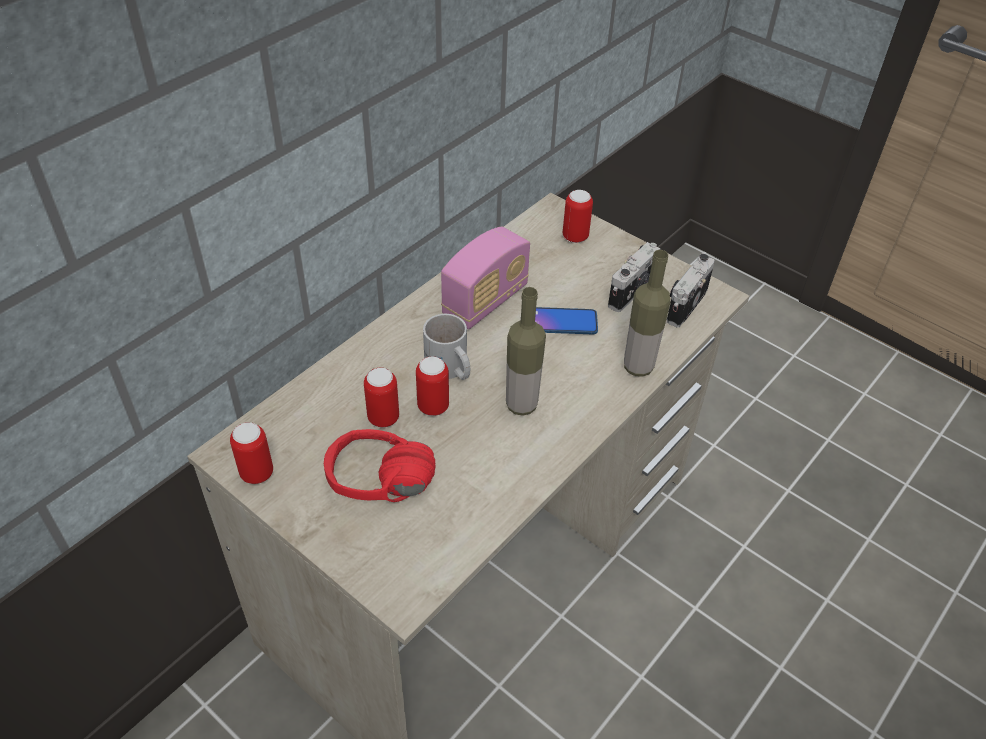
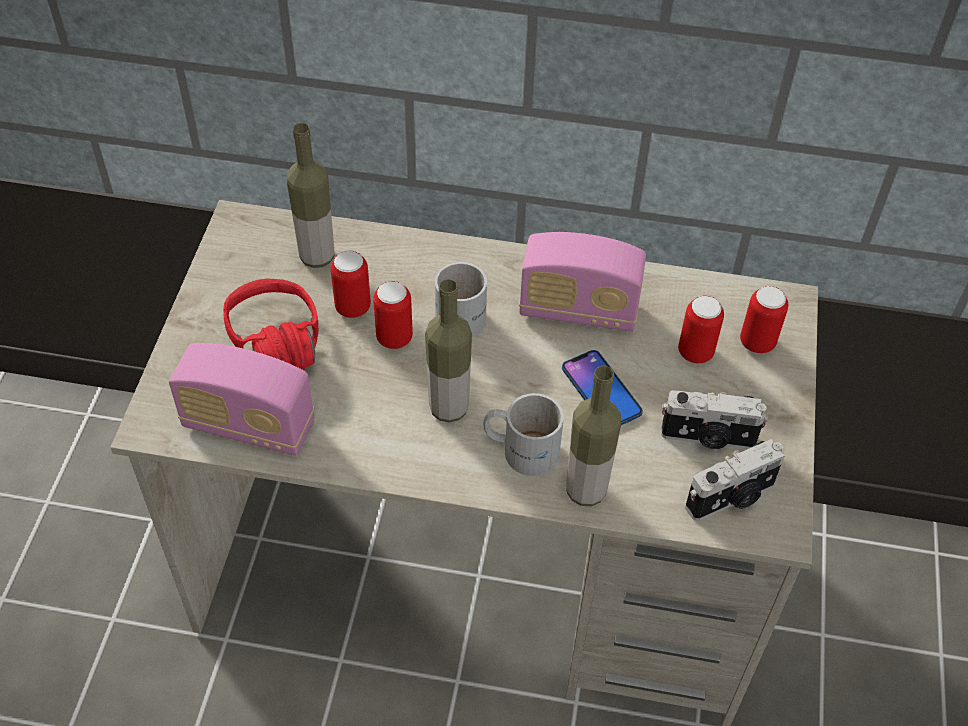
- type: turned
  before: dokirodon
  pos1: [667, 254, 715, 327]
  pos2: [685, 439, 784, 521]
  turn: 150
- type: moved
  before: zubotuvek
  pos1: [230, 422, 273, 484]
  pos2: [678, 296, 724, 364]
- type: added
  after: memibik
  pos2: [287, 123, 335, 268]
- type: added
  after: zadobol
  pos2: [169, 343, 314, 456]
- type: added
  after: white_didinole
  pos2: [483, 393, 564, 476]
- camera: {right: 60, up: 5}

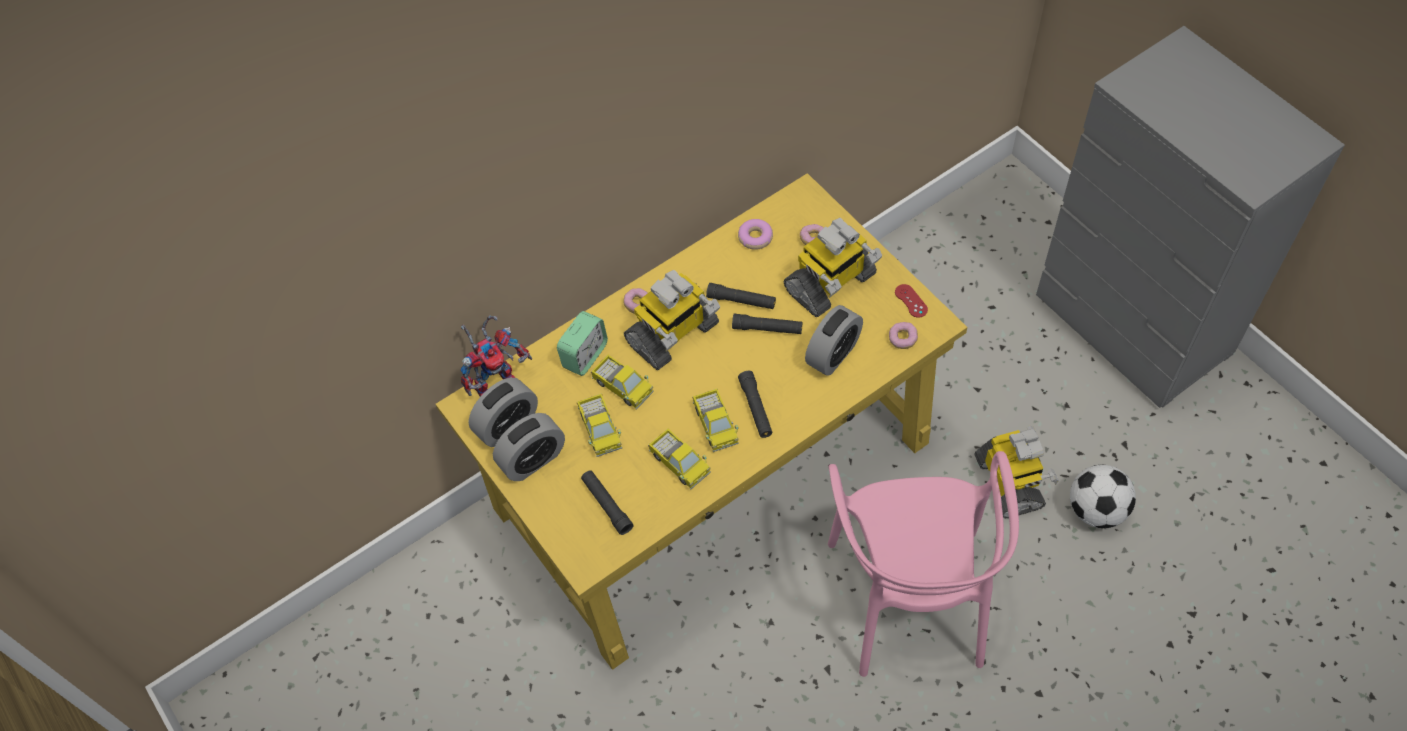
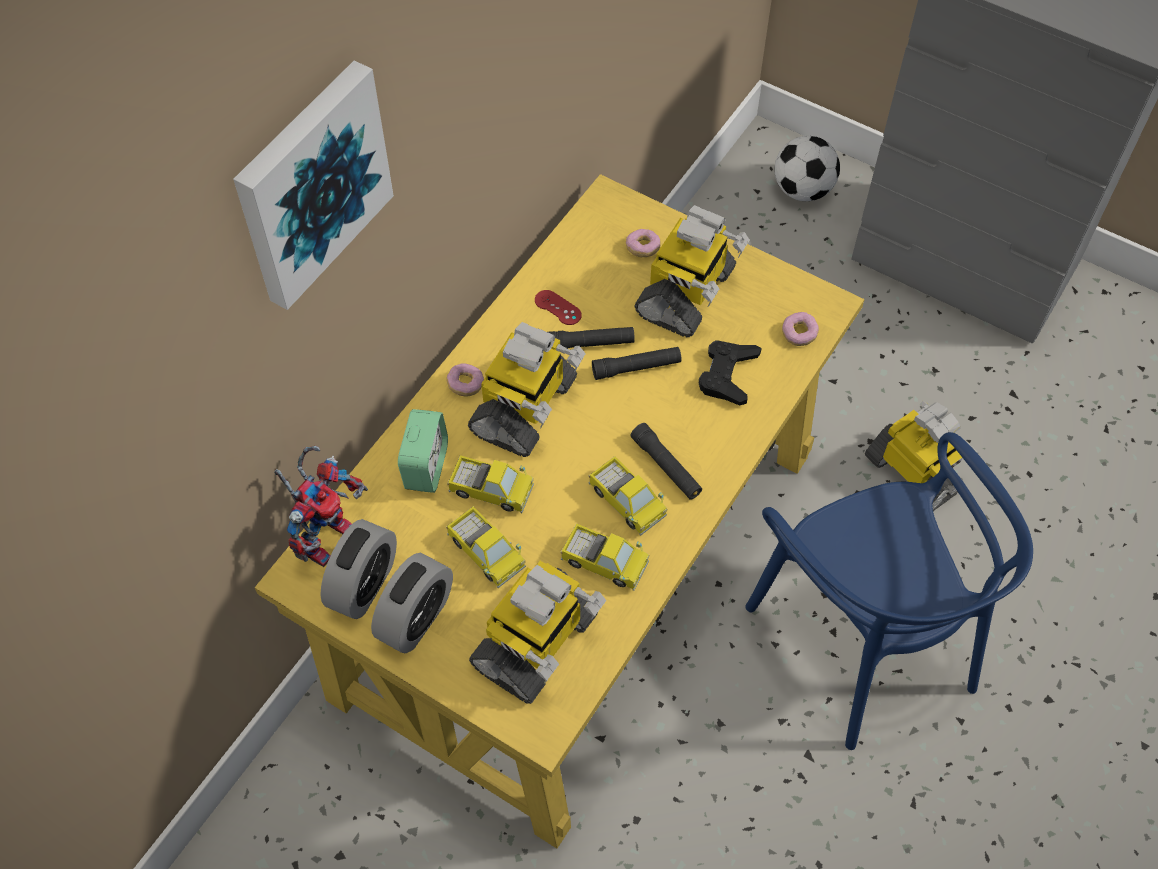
- type: removed
  before: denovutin
  pos1: [738, 219, 773, 250]
- type: moved
  before: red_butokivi
  pos1: [895, 284, 928, 318]
  pos2: [535, 290, 582, 325]
- type: replaced
  before: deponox
  after: black_butokivi
  pos1: [805, 305, 863, 376]
  pos2: [698, 340, 762, 406]
- type: recoloured
  before: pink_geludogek
  after: blue_geludogek
  pos1: [828, 451, 1019, 677]
  pos2: [745, 432, 1033, 750]
- type: moved
  before: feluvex
  pos1: [1070, 465, 1136, 528]
  pos2: [775, 136, 840, 201]
- type: replaced
  before: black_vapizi
  after: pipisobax
  pos1: [581, 470, 634, 535]
  pos2: [469, 561, 606, 704]
- type: added
  after: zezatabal
  pos2: [233, 60, 394, 310]
- camera: {right: -25, up: 0}

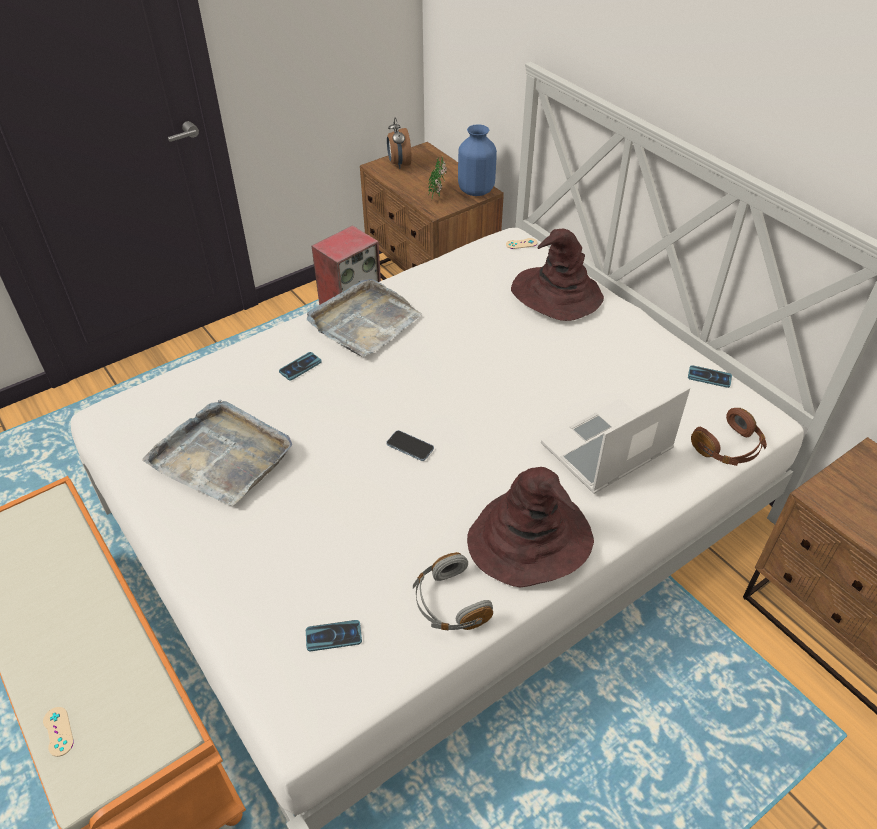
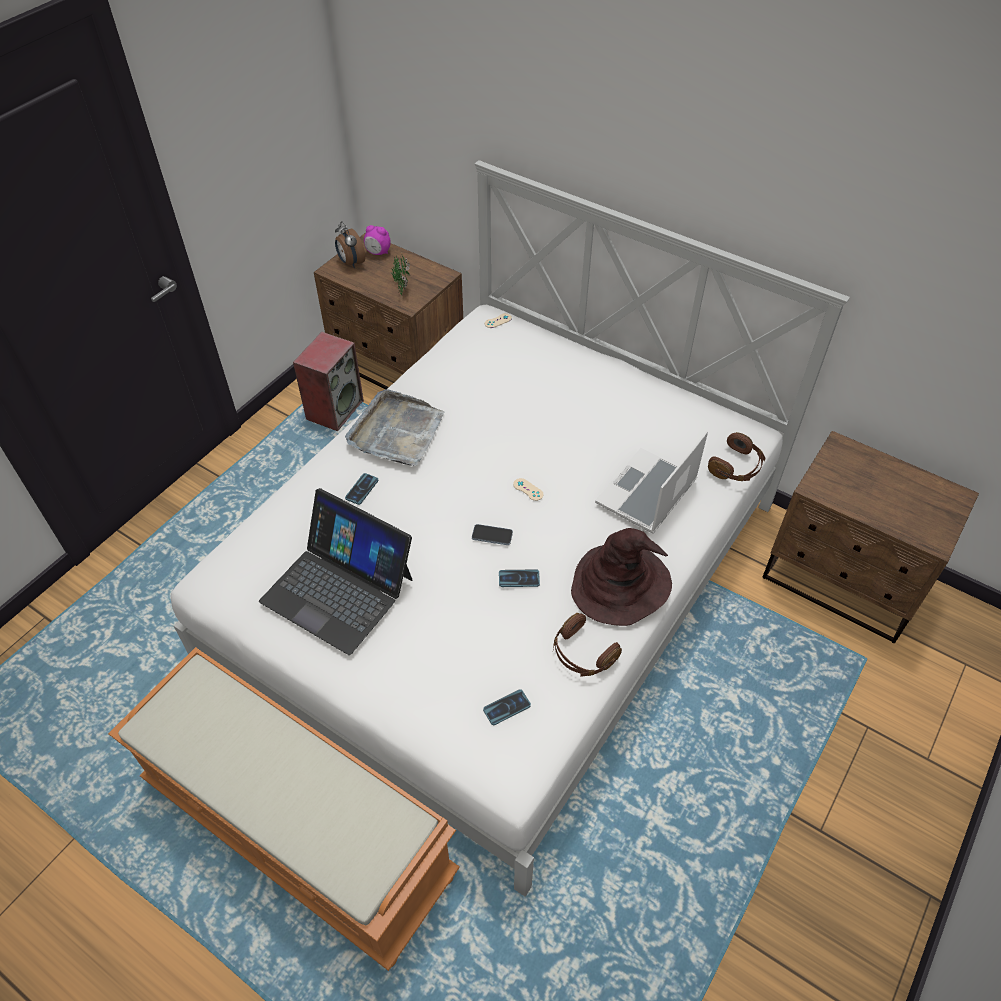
- type: removed
  before: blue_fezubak
  pos1: [458, 124, 497, 196]
- type: removed
  before: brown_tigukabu
  pos1: [511, 229, 604, 321]
- type: moved
  before: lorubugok
  pos1: [688, 365, 732, 388]
  pos2: [499, 569, 540, 587]
- type: replaced
  before: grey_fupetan
  after: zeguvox
  pos1: [142, 399, 292, 506]
  pos2: [259, 488, 413, 655]
- type: recoloured
  before: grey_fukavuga
  after: brown_fukavuga
  pos1: [413, 552, 493, 631]
  pos2: [553, 613, 622, 677]
- type: moved
  before: beige_butokivi
  pos1: [43, 707, 74, 757]
  pos2: [513, 478, 543, 501]
- type: added
  after: deponox
  pos2: [364, 225, 391, 255]
- camera: {right: -20, up: 5}

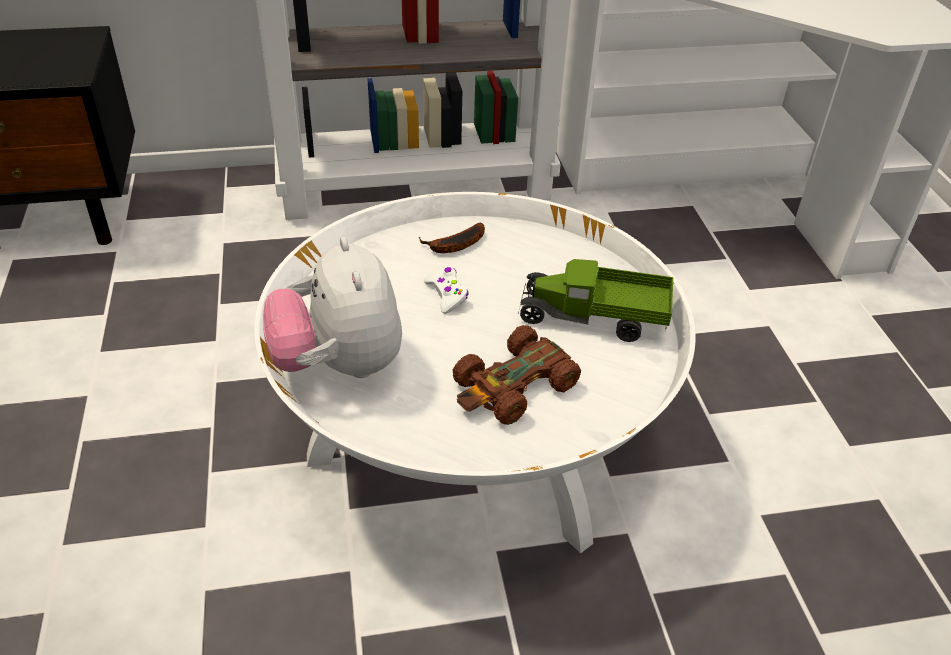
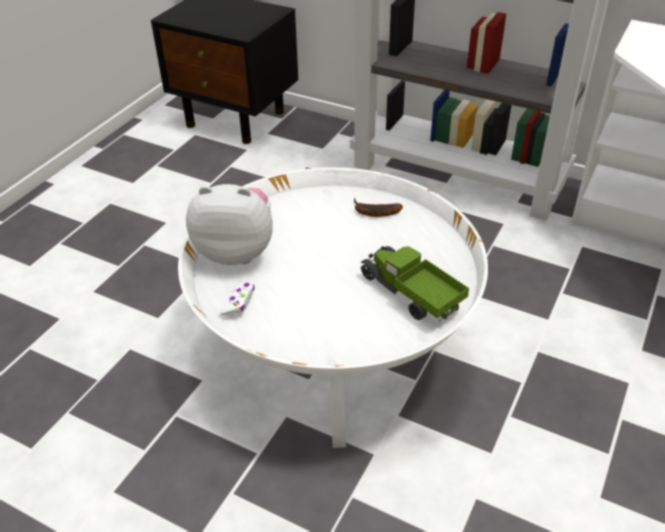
- type: turned
  before: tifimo
  pos1: [263, 237, 402, 378]
  pos2: [186, 184, 273, 265]
  turn: 75
- type: moved
  before: white_butokivi
  pos1: [424, 267, 468, 314]
  pos2: [220, 282, 255, 315]
- type: removed
  before: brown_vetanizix
  pos1: [453, 325, 581, 425]
- camera: {right: 40, up: 0}

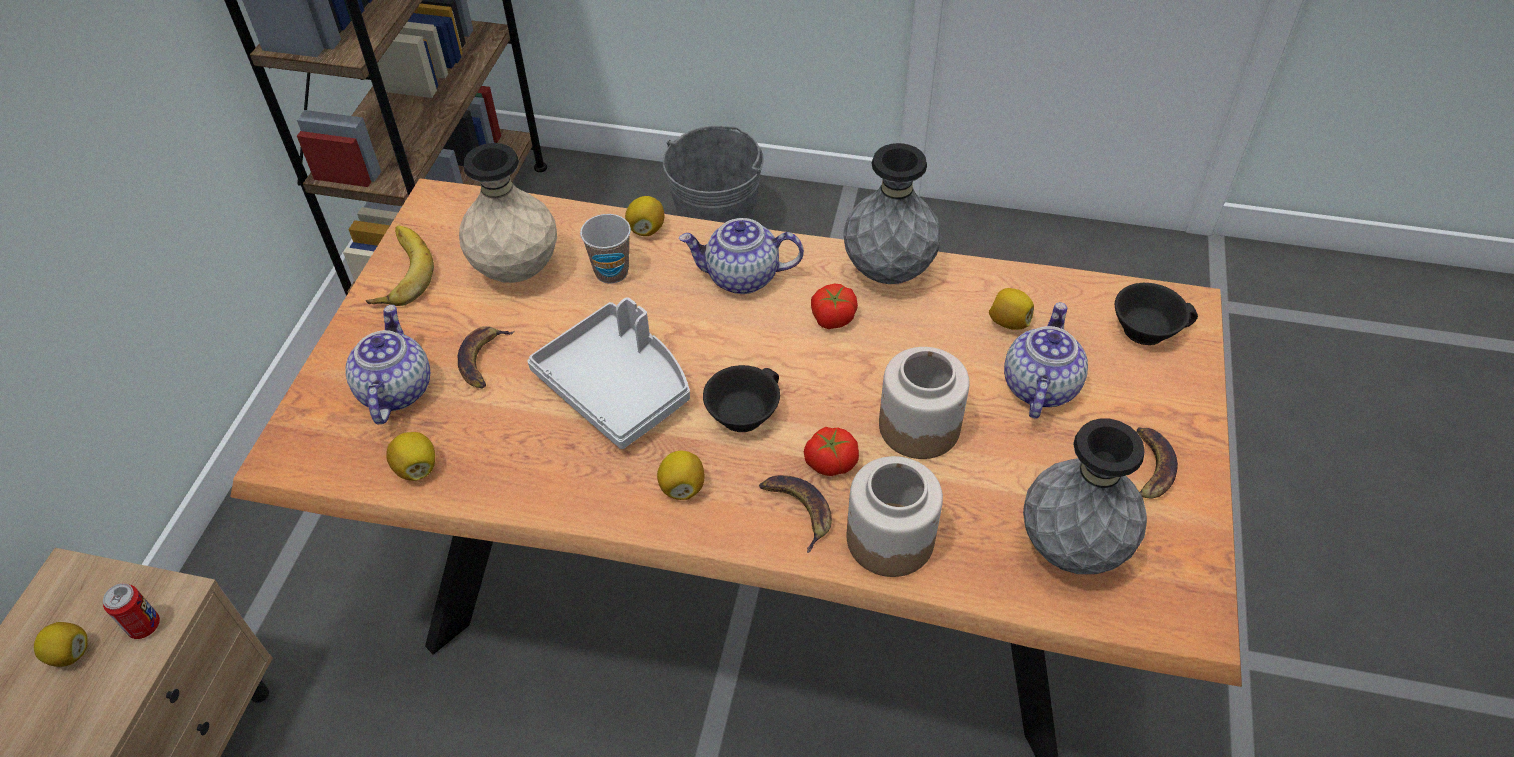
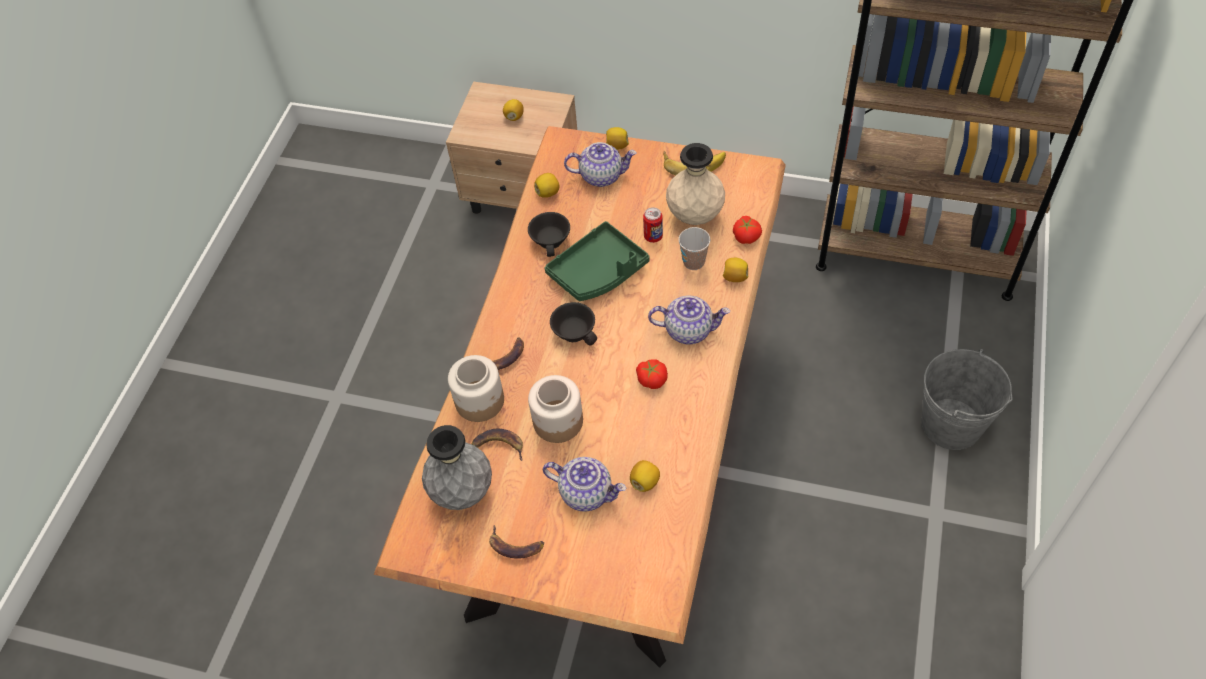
- type: removed
  before: grey_fezubak
  pos1: [843, 143, 941, 284]
- type: turned
  before: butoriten
  pos1: [679, 218, 804, 294]
  pos2: [648, 296, 730, 344]
  turn: 90
- type: moved
  before: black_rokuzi
  pos1: [1115, 283, 1198, 345]
  pos2: [528, 212, 570, 257]
- type: recoloured
  before: grey_fupetan
  after: green_fupetan
  pos1: [527, 297, 690, 449]
  pos2: [544, 221, 650, 301]
- type: moved
  before: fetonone
  pos1: [458, 326, 515, 389]
  pos2: [472, 429, 523, 461]
- type: moved
  before: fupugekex
  pos1: [804, 427, 859, 476]
  pos2: [733, 216, 762, 244]
- type: moved
  before: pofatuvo
  pos1: [657, 451, 704, 500]
  pos2: [606, 127, 629, 150]
- type: moved
  before: zubotuvek
  pos1: [103, 583, 160, 639]
  pos2: [643, 207, 663, 243]
- camera: {right: 95, up: 5}

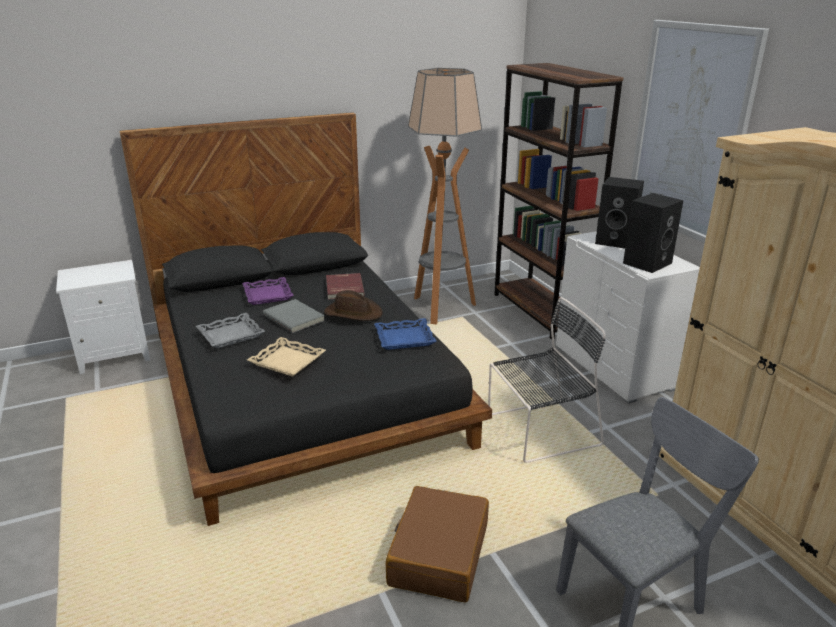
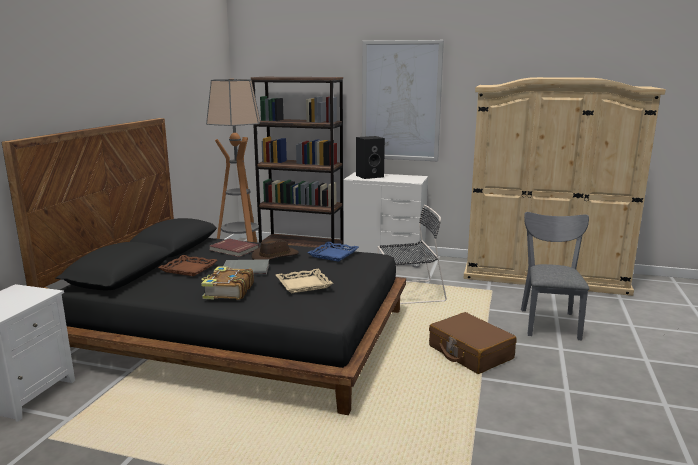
- type: removed
  before: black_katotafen
  pos1: [623, 193, 683, 273]
- type: recoloured
  before: purple_fupetan
  after: brown_fupetan
  pos1: [242, 277, 294, 305]
  pos2: [158, 255, 218, 276]
- type: turned
  before: black_geludogek
  pos1: [488, 297, 606, 463]
  pos2: [378, 205, 447, 304]
  turn: 60
- type: replaced
  before: grey_fupetan
  after: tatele
  pos1: [196, 313, 265, 349]
  pos2: [201, 266, 254, 300]
- camera: {right: -50, up: -10}

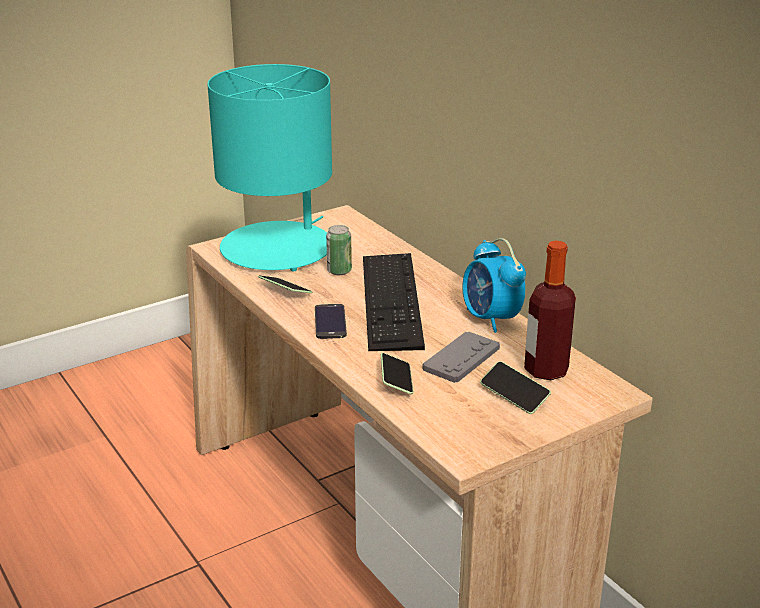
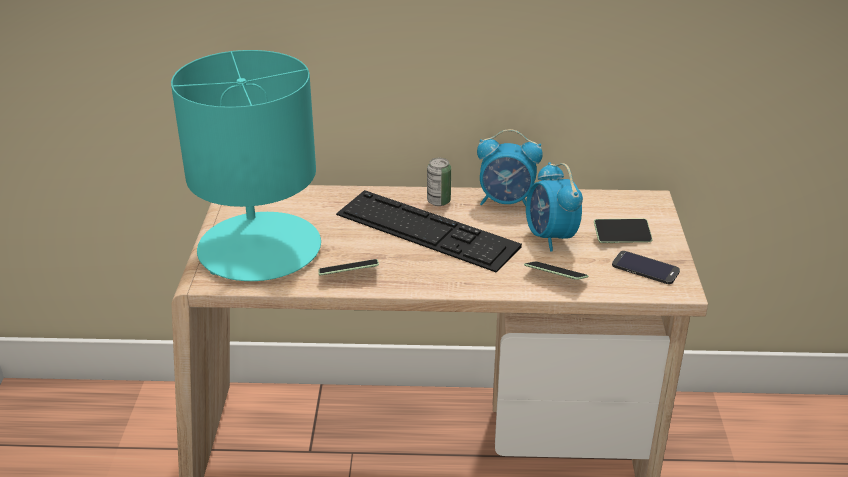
- type: moved
  before: zubotuvek
  pos1: [326, 225, 352, 275]
  pos2: [427, 158, 451, 206]
- type: removed
  before: memibik
  pos1: [524, 241, 576, 380]
- type: moved
  before: lorubugok
  pos1: [315, 304, 347, 339]
  pos2: [612, 251, 680, 284]
- type: replaced
  before: grey_butokivi
  after: deponox
  pos1: [423, 331, 500, 383]
  pos2: [526, 162, 583, 252]
- camera: {right: -55, up: 5}

